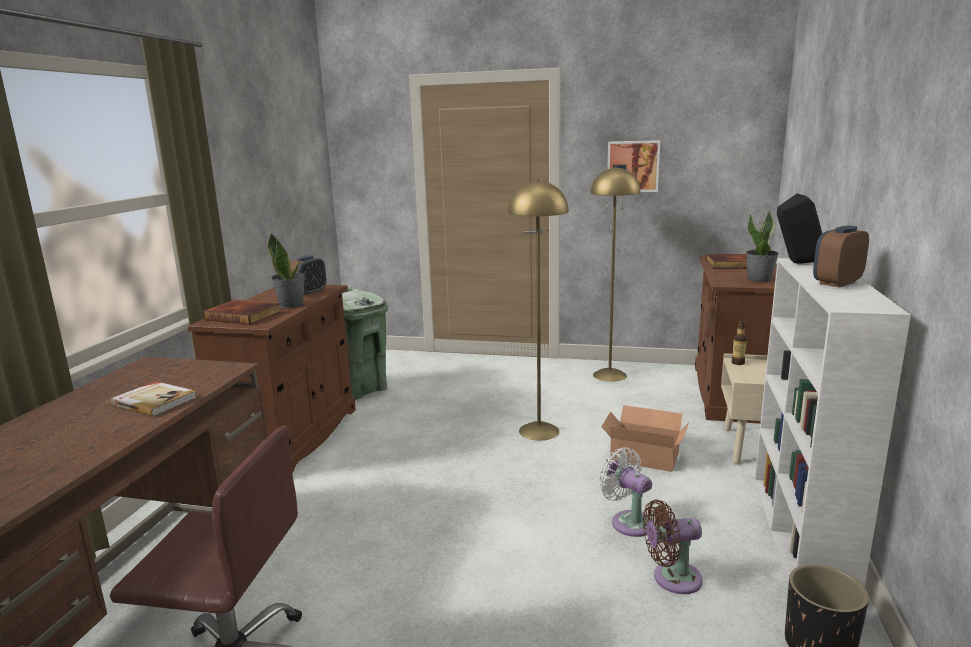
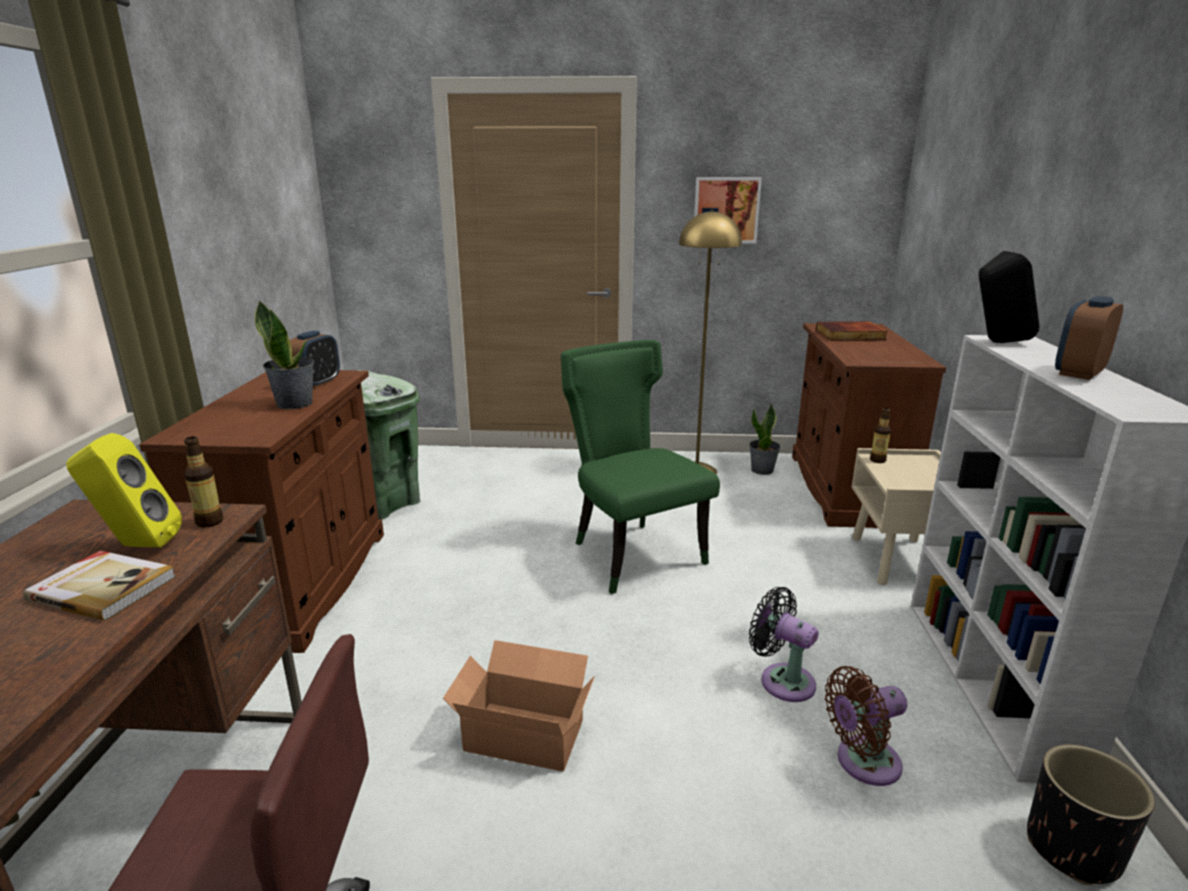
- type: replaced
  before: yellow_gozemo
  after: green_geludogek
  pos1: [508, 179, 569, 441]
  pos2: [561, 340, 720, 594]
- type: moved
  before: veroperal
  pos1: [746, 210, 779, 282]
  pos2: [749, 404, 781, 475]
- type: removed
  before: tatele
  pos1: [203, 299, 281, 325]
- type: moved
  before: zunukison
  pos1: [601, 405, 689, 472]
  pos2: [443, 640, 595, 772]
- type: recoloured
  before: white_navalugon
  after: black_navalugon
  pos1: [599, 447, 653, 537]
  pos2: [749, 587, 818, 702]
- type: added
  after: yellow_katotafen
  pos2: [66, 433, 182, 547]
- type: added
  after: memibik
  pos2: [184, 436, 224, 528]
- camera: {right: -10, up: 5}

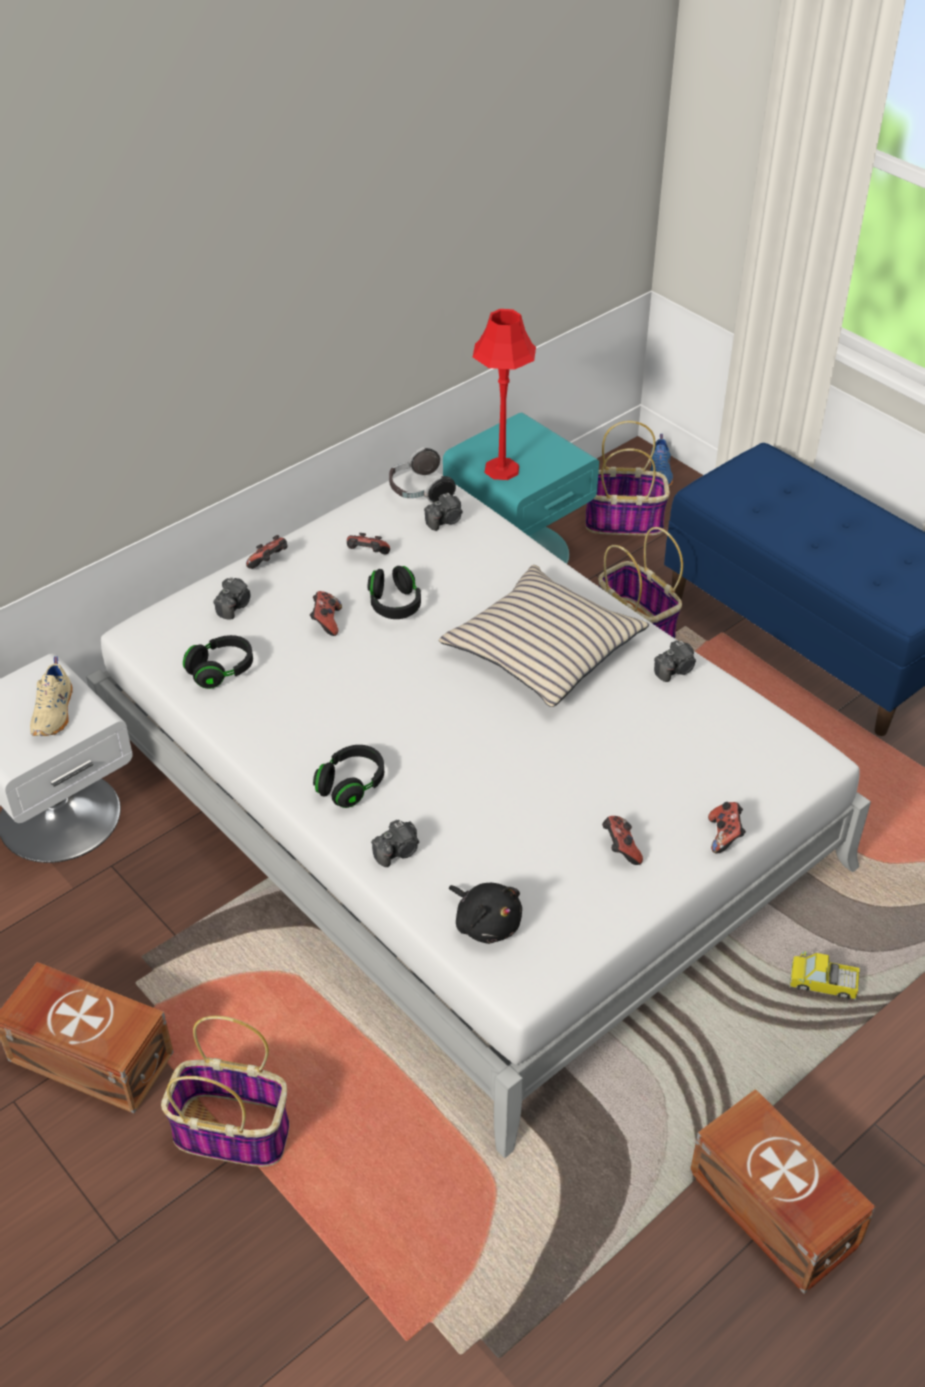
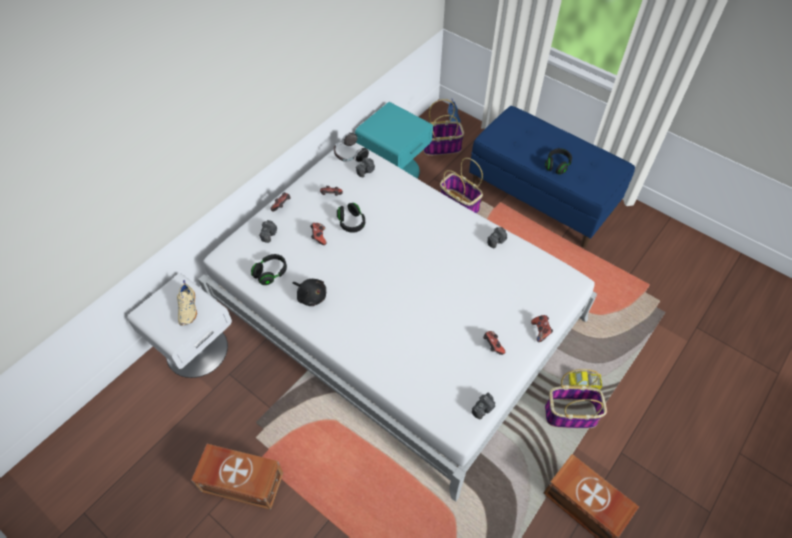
- type: removed
  before: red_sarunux
  pos1: [473, 309, 536, 480]
- type: removed
  before: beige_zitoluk
  pos1: [439, 565, 649, 707]
- type: moved
  before: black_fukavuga
  pos1: [313, 745, 384, 808]
  pos2: [545, 148, 572, 175]
- type: moved
  before: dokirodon
  pos1: [371, 820, 419, 867]
  pos2: [472, 393, 495, 419]
- type: moved
  before: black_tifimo
  pos1: [449, 883, 522, 944]
  pos2: [293, 279, 326, 306]
- type: moved
  before: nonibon
  pos1: [161, 1016, 289, 1167]
  pos2: [545, 369, 607, 428]
- camera: {right: -10, up: 10}

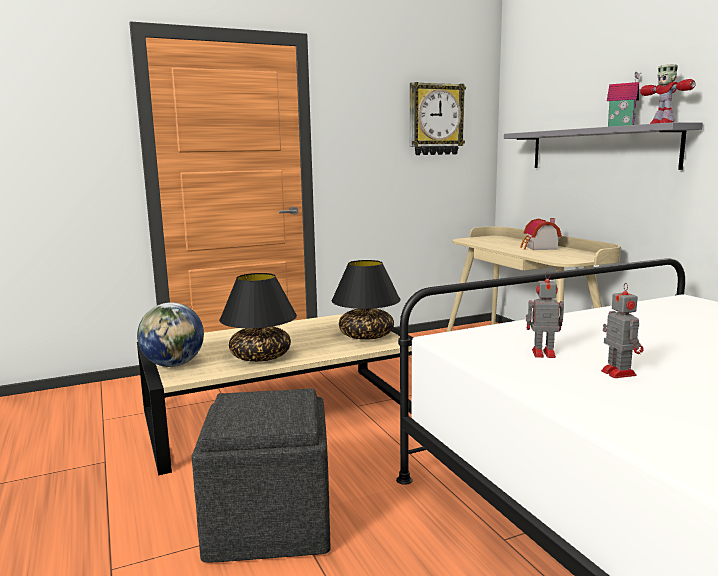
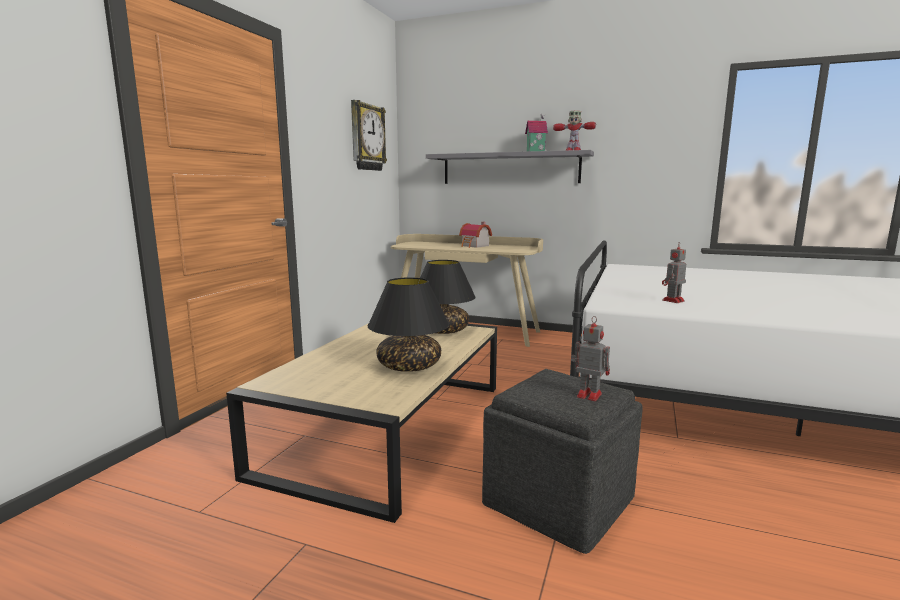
- type: moved
  before: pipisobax
  pos1: [601, 283, 644, 378]
  pos2: [571, 316, 610, 401]
- type: removed
  before: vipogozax
  pos1: [137, 302, 204, 367]
- camera: {right: -45, up: 0}

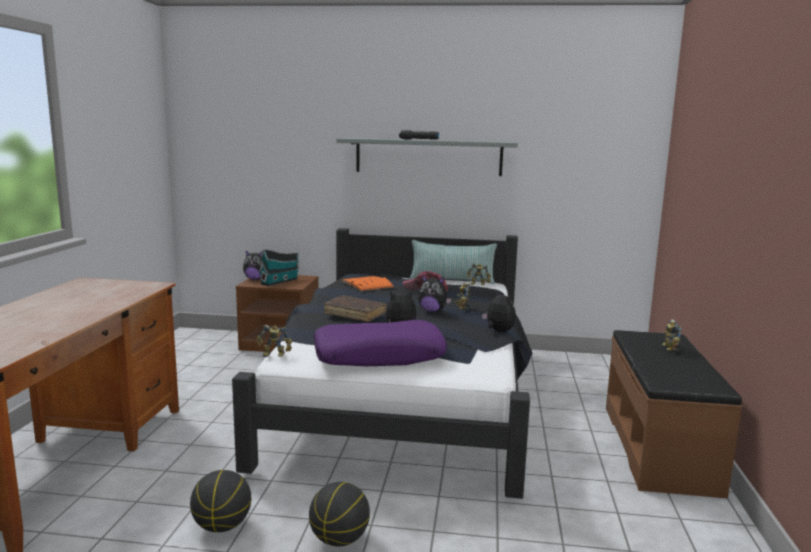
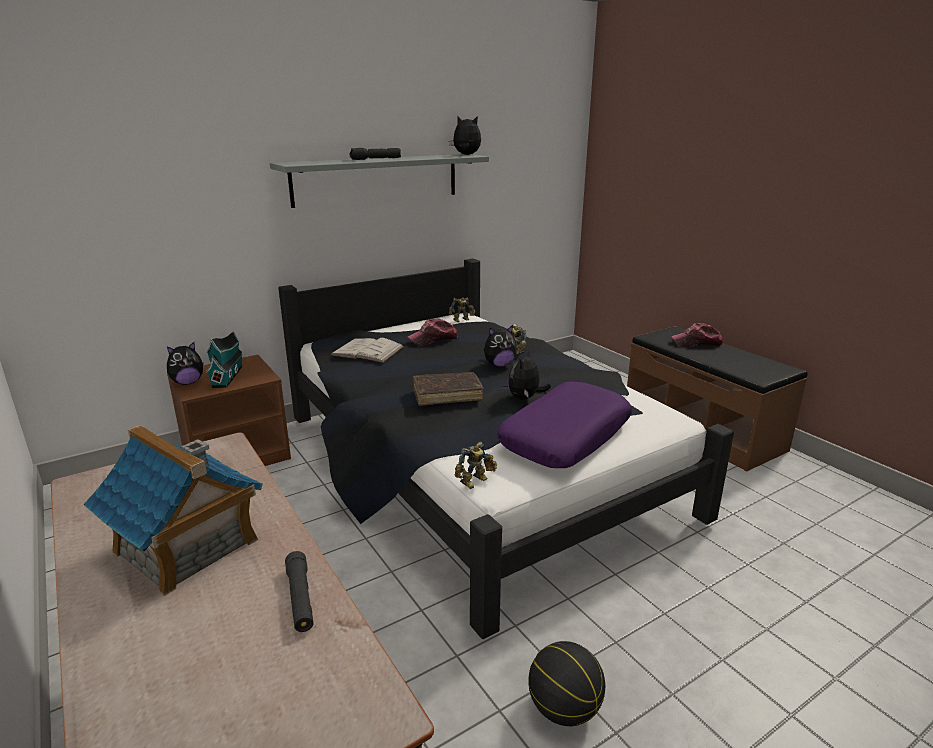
- type: removed
  before: zitoluk
  pos1: [409, 240, 497, 284]
- type: recoloured
  before: orange_tatele
  after: white_tatele
  pos1: [342, 276, 394, 291]
  pos2: [331, 338, 404, 363]
- type: moved
  before: tifimo
  pos1: [482, 291, 516, 332]
  pos2: [449, 116, 481, 155]
- type: replaced
  before: pipisobax
  after: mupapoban
  pos1: [662, 319, 682, 351]
  pos2: [671, 323, 723, 347]
- type: removed
  before: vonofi
  pos1: [309, 482, 370, 546]
- type: added
  after: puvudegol
  pos2: [83, 425, 263, 596]
- type: added
  after: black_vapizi
  pos2: [285, 551, 313, 632]
- camera: {right: -40, up: 10}

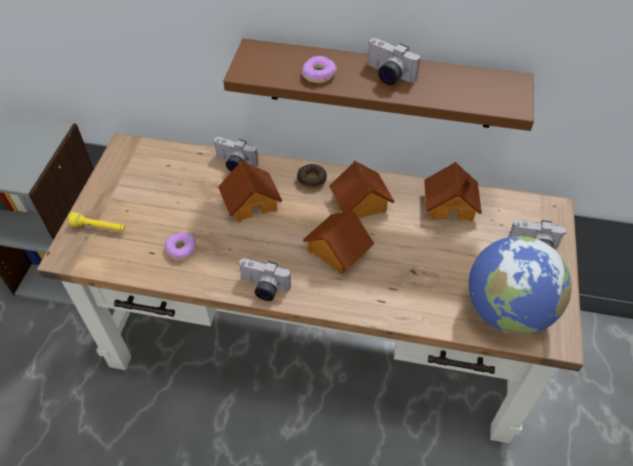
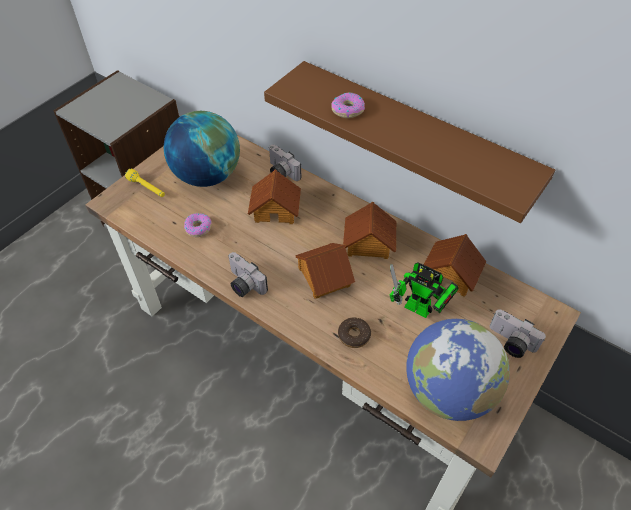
- type: removed
  before: dokirodon
  pos1: [368, 38, 420, 85]
- type: moved
  before: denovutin
  pos1: [297, 164, 327, 189]
  pos2: [338, 318, 371, 348]
- type: added
  after: vipogozax
  pos2: [164, 111, 240, 187]
- type: added
  after: pipisobax
  pos2: [390, 263, 458, 318]
- camera: {right: 25, up: 0}

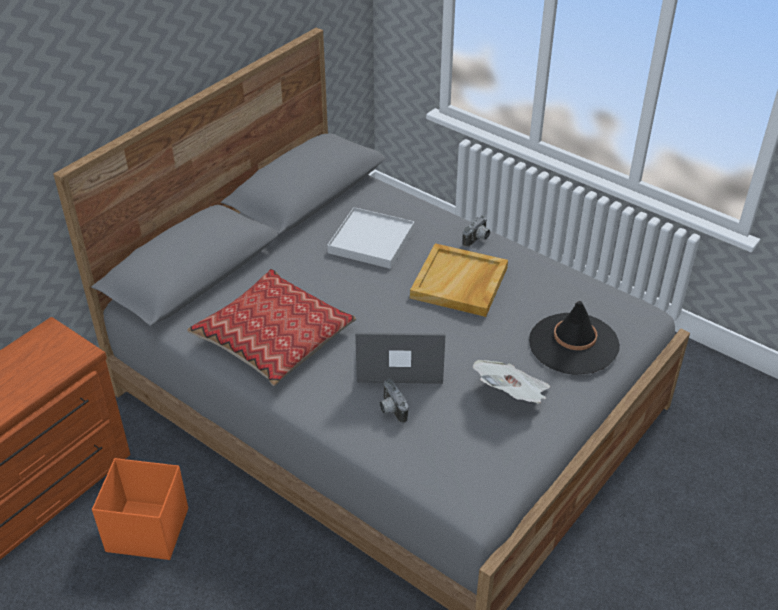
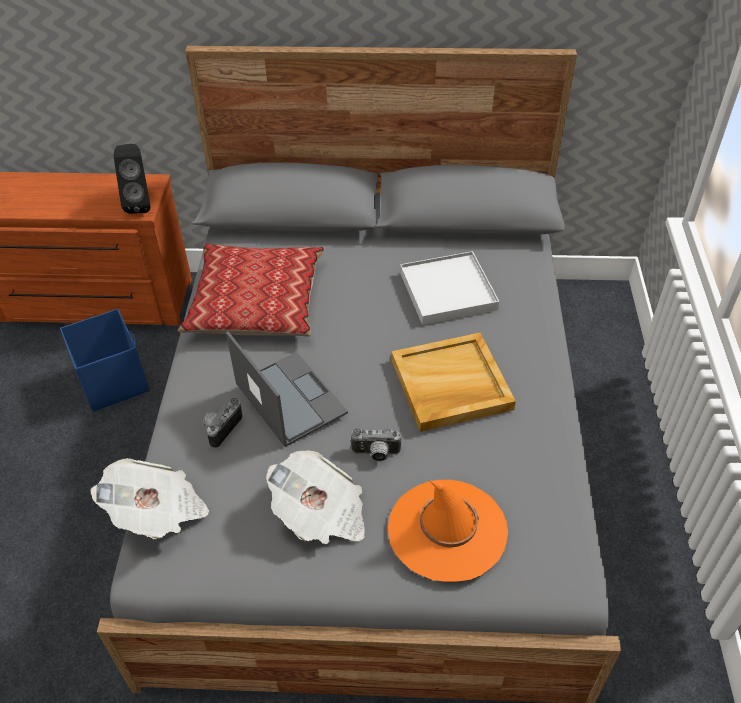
- type: moved
  before: dokirodon
  pos1: [462, 215, 490, 247]
  pos2: [350, 428, 402, 462]
- type: recoloured
  before: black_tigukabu
  after: orange_tigukabu
  pos1: [529, 301, 620, 375]
  pos2: [388, 480, 508, 582]
- type: recoloured
  before: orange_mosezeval
  after: blue_mosezeval
  pos1: [92, 458, 188, 560]
  pos2: [60, 308, 149, 412]
- type: added
  after: black_katotafen
  pos2: [114, 144, 151, 214]
- type: added
  after: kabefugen
  pos2: [91, 458, 209, 539]
- camera: {right: 55, up: 5}

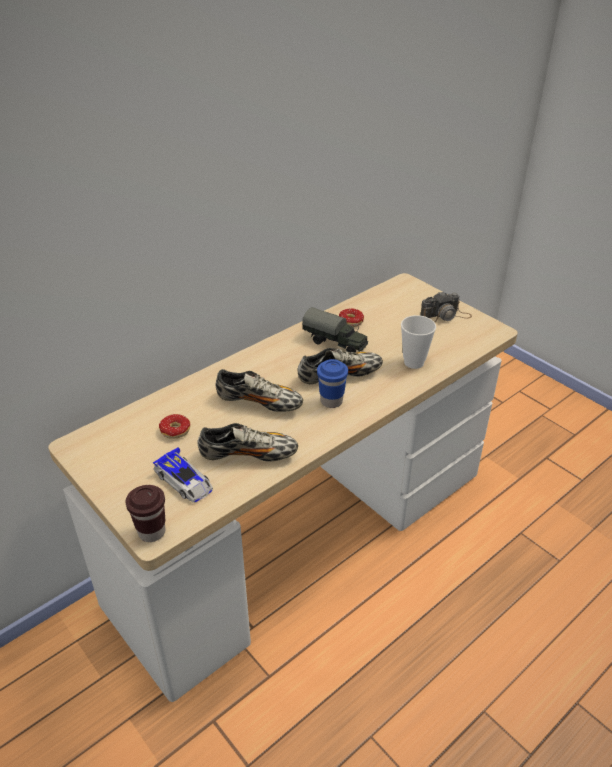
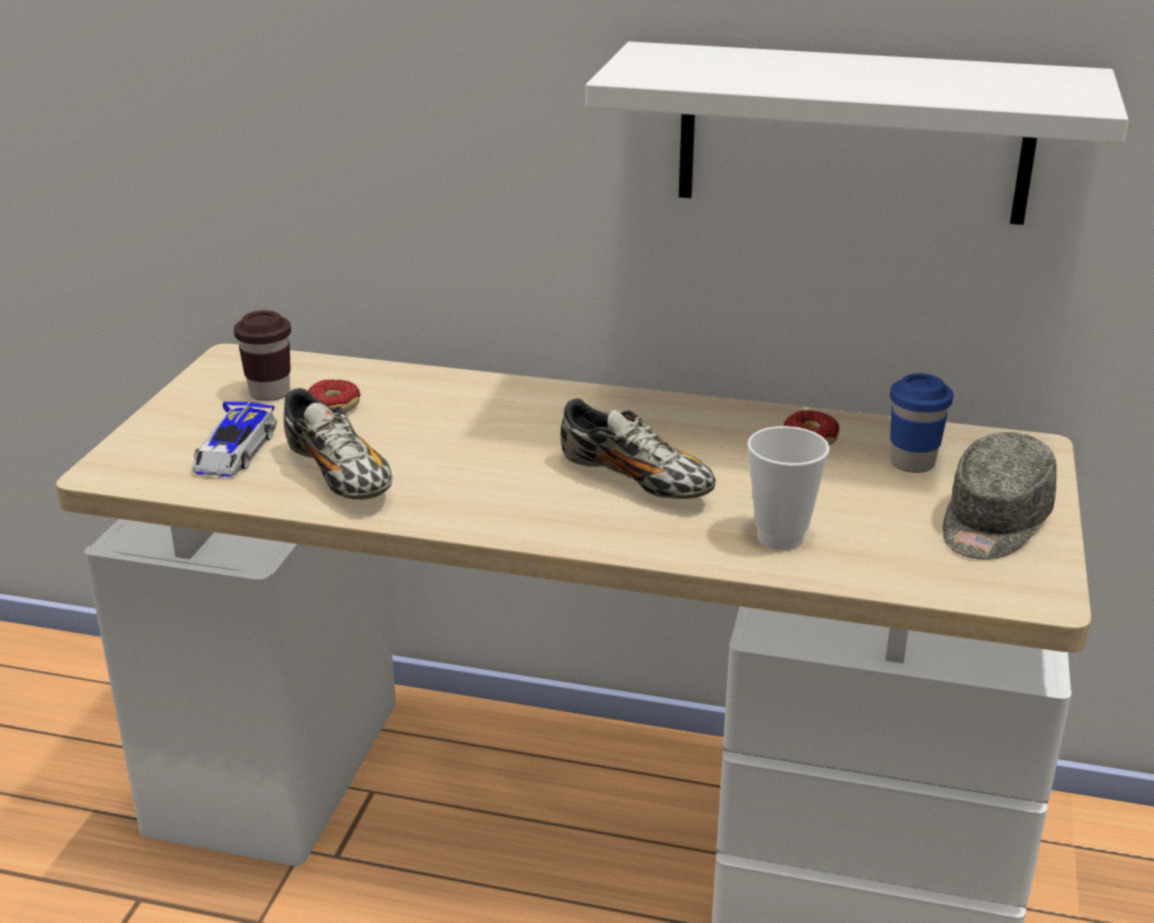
- type: replaced
  before: dokirodon
  after: grey_mupapoban
  pos1: [420, 291, 472, 323]
  pos2: [942, 432, 1057, 560]
- type: removed
  before: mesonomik
  pos1: [302, 307, 368, 352]
- type: moved
  before: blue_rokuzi
  pos1: [317, 359, 348, 408]
  pos2: [890, 373, 953, 473]
- type: removed
  before: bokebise
  pos1: [216, 369, 303, 412]
- type: moved
  before: brown_rokuzi
  pos1: [126, 485, 165, 542]
  pos2: [234, 310, 291, 401]
- type: added
  after: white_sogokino
  pos2: [586, 42, 1128, 225]
- camera: {right: 55, up: -10}

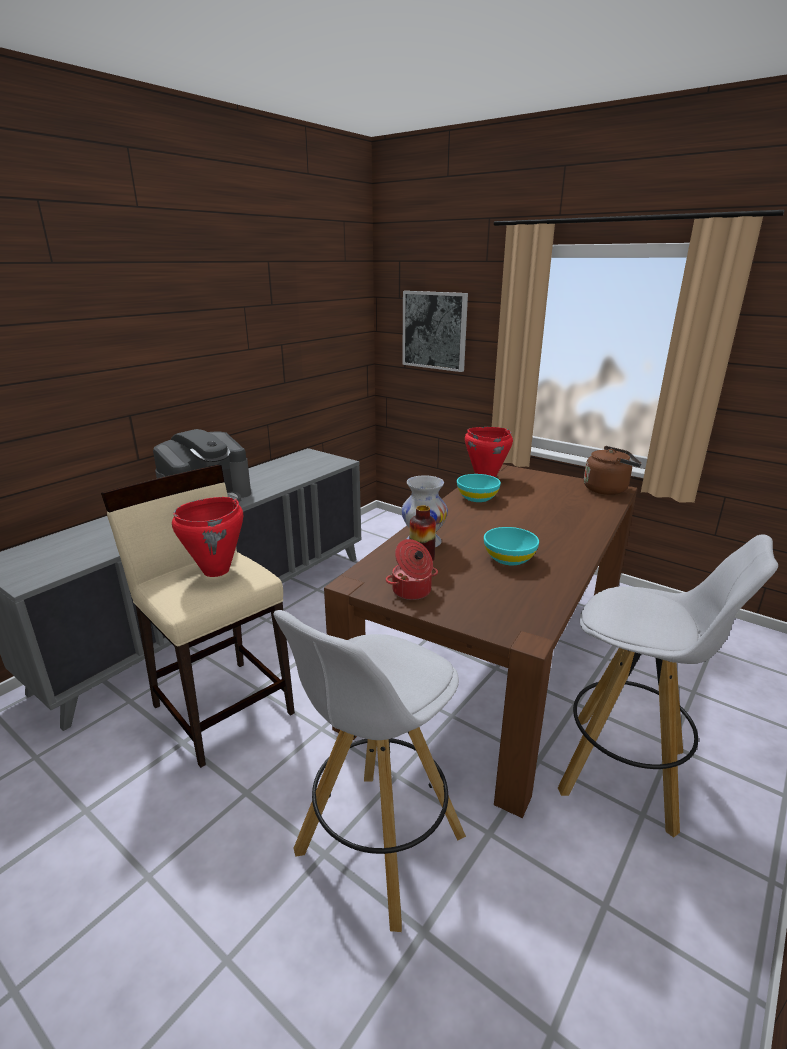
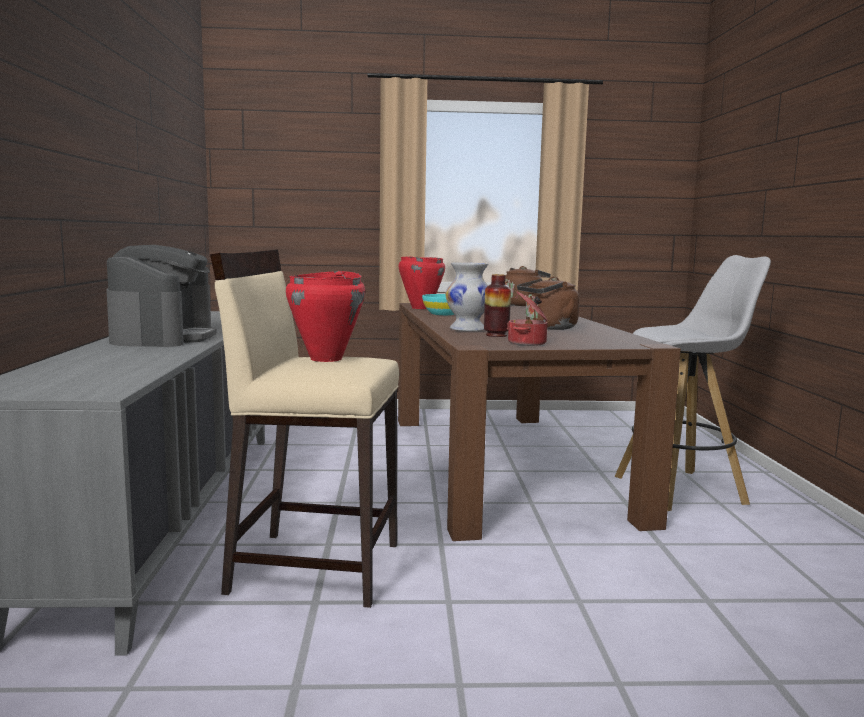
- type: removed
  before: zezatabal
  pos1: [402, 291, 468, 372]
- type: replaced
  before: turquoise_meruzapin
  after: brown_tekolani
  pos1: [484, 527, 539, 565]
  pos2: [517, 277, 579, 330]
- type: removed
  before: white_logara
  pos1: [273, 610, 466, 932]
- camera: {right: -40, up: -15}

